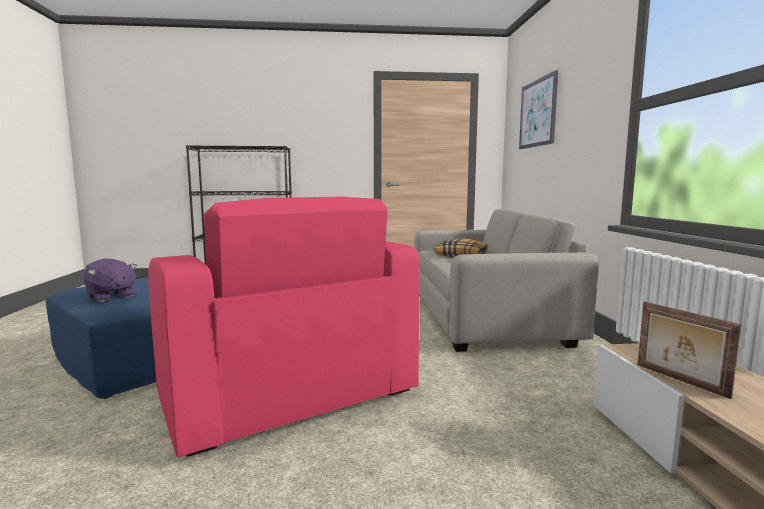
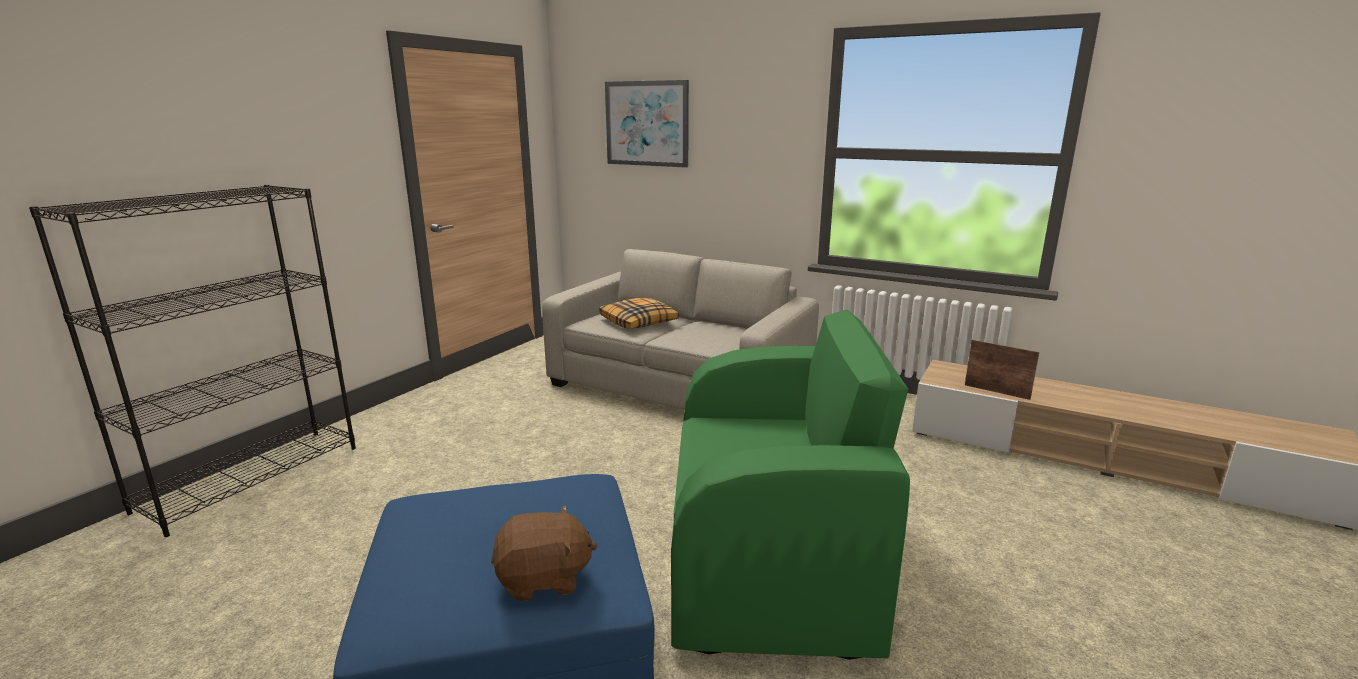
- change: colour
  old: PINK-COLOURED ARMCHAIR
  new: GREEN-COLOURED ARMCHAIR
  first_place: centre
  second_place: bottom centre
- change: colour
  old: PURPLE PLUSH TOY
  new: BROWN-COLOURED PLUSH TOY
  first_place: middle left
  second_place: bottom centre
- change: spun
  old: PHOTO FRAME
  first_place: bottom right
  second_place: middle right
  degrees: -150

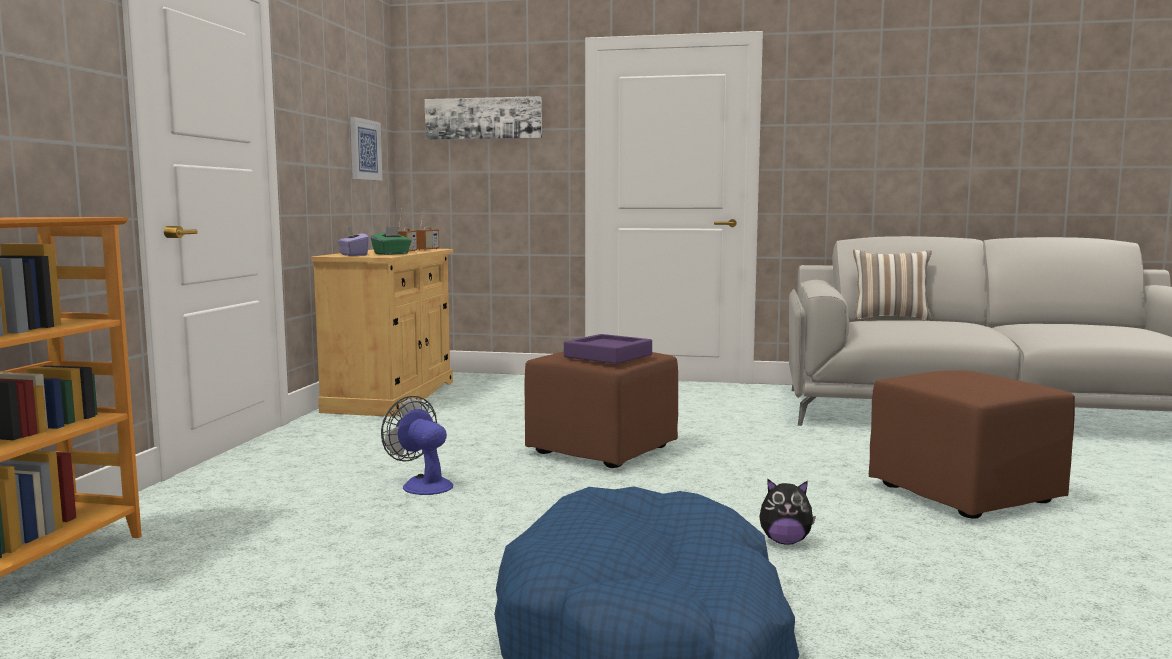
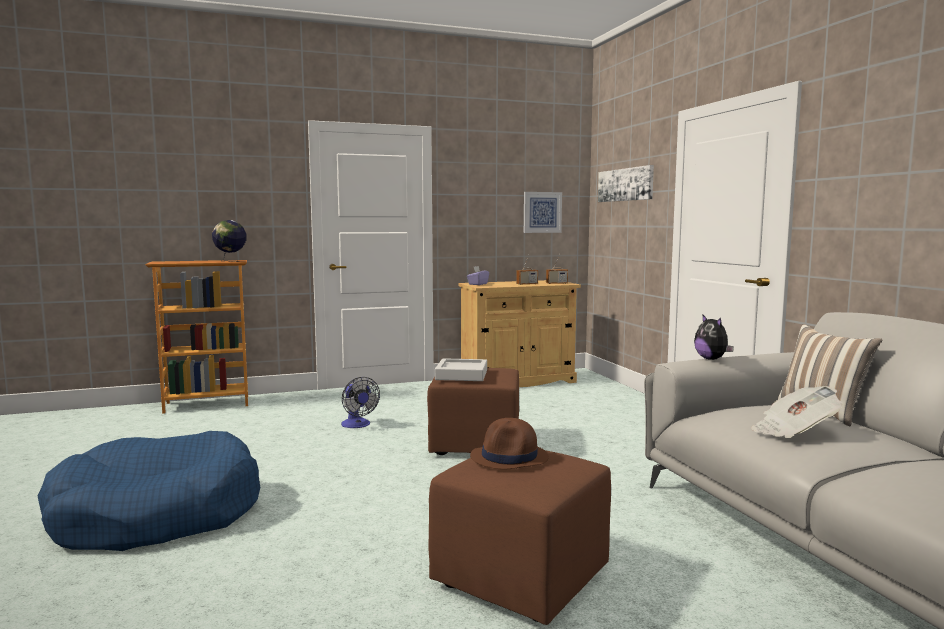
- change: missing
  old: GREEN-COLOURED TISSUE BOX
  first_place: centre
- change: colour
  old: PURPLE CARRYING TRAY
  new: GRAY CARRYING TRAY
  first_place: centre
  second_place: centre
- change: spun
  old: FAN
  first_place: bottom centre
  second_place: centre
  degrees: 135
- change: relocated
  old: PLUSH TOY
  first_place: bottom right
  second_place: middle right
- change: appeared
  new: WORLD GLOBE
  second_place: middle left
- change: appeared
  new: DAILY PAPER
  second_place: middle right
- change: appeared
  new: BROWN-COLOURED CLOTHING HAT
  second_place: bottom centre

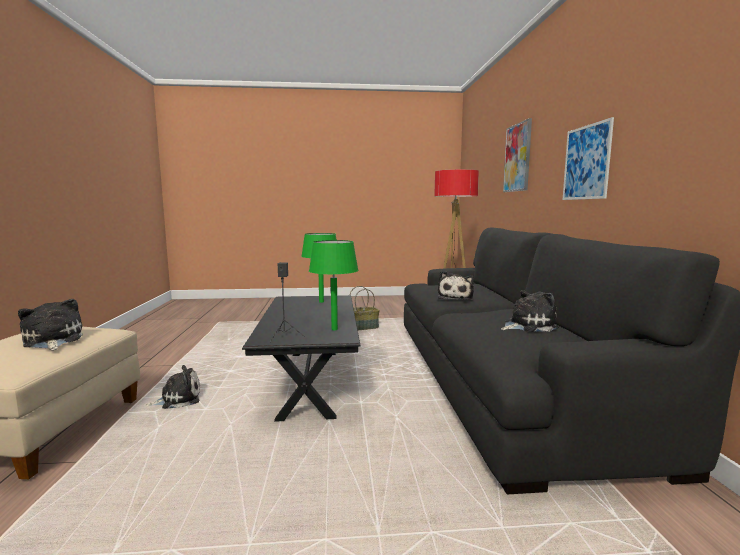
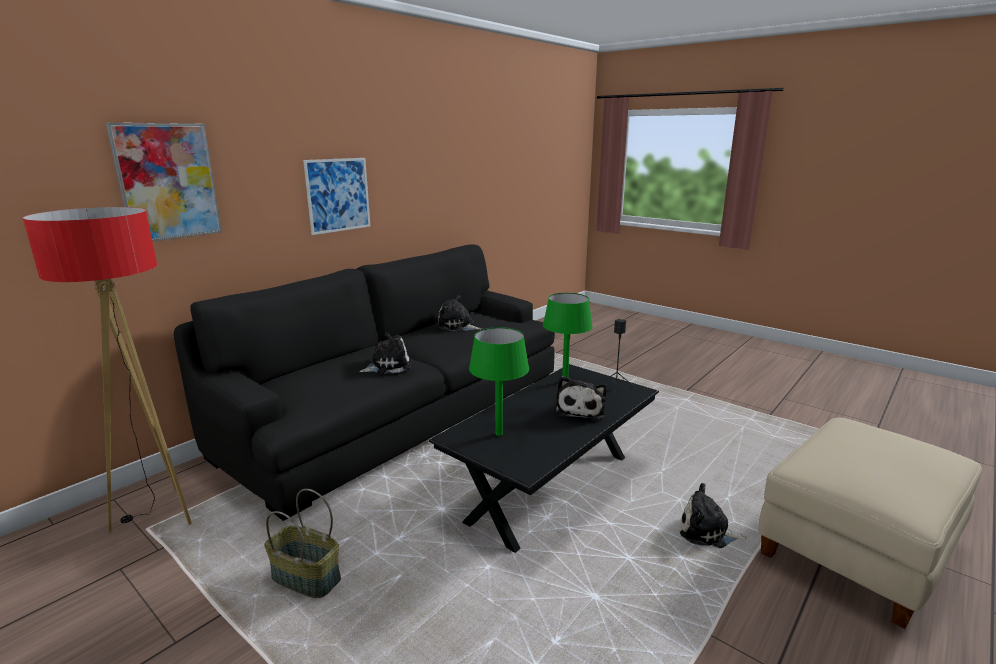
- change: relocated
  old: PLUSH TOY (no. 1 from left in the first image)
  new: PLUSH TOY (no. 3 from left)
  first_place: middle left
  second_place: centre

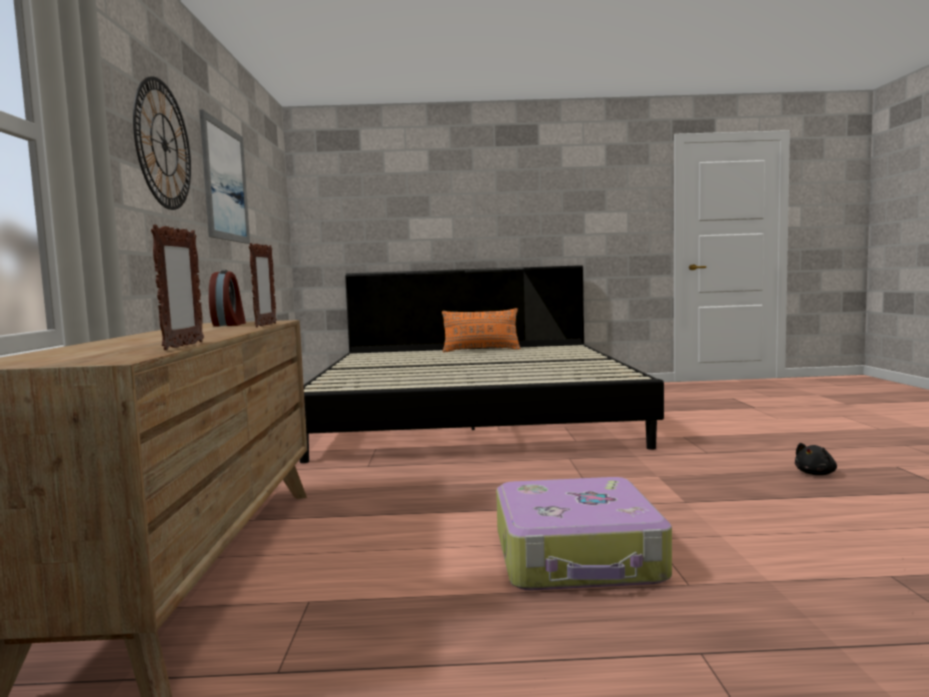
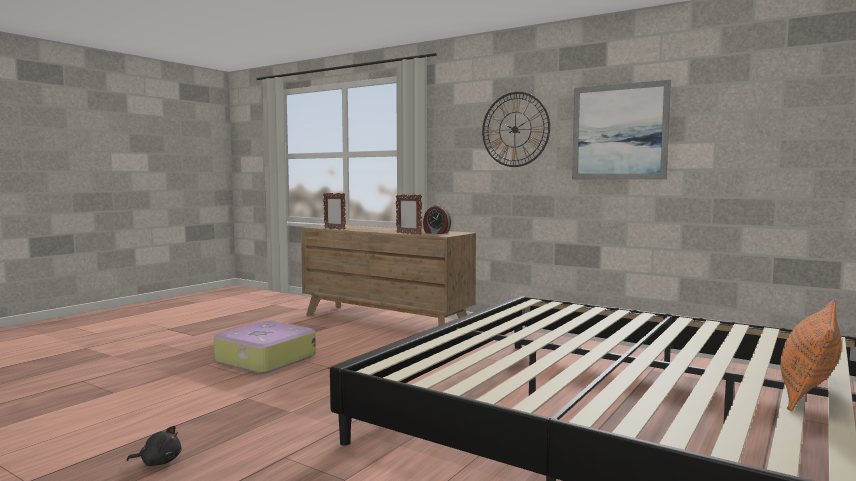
- change: spun
  old: BLACK PLUSH TOY
  first_place: middle right
  second_place: bottom left
  degrees: 90

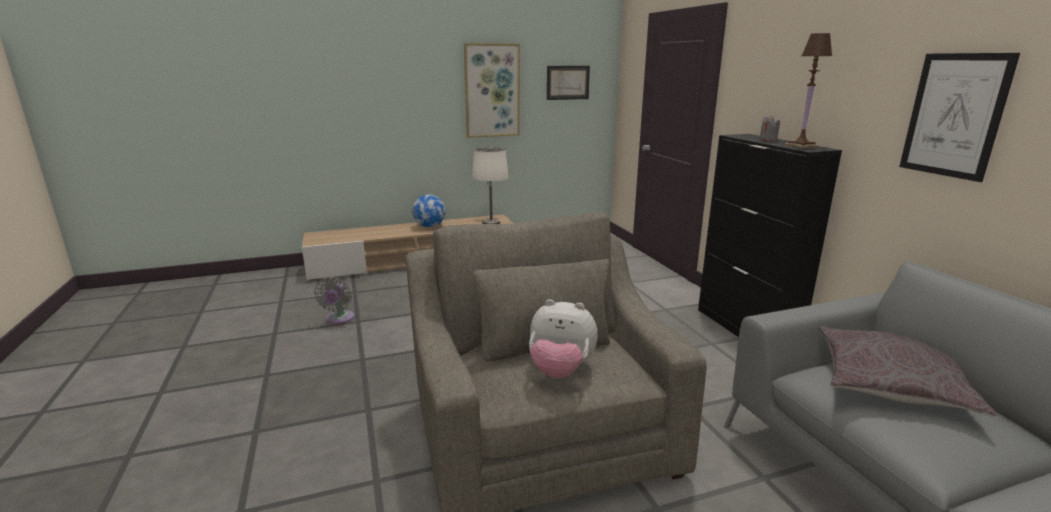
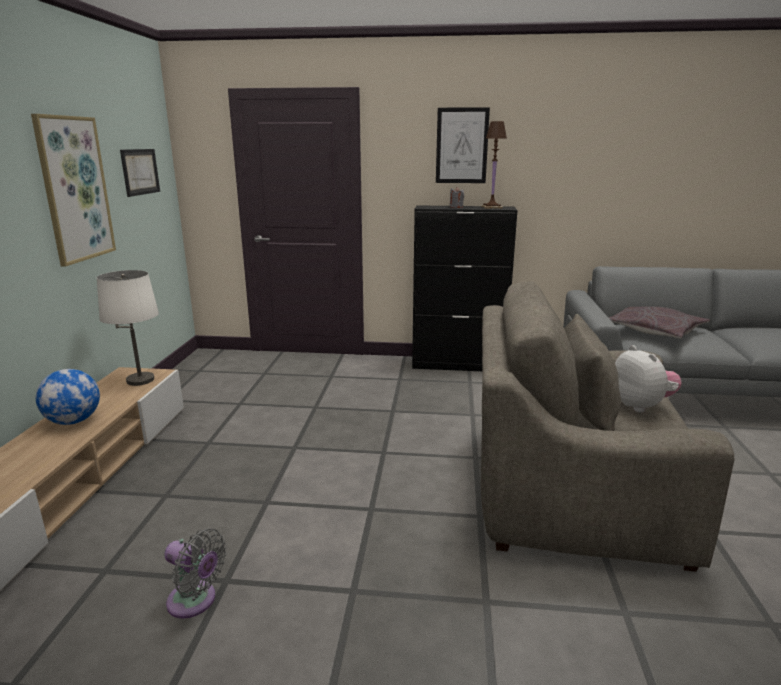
- change: relocated
  old: WALL PICTURE (no. 3 from left)
  first_place: top right
  second_place: top centre
- change: spun
  old: PLUSH TOY
  first_place: centre
  second_place: middle right
  degrees: -60

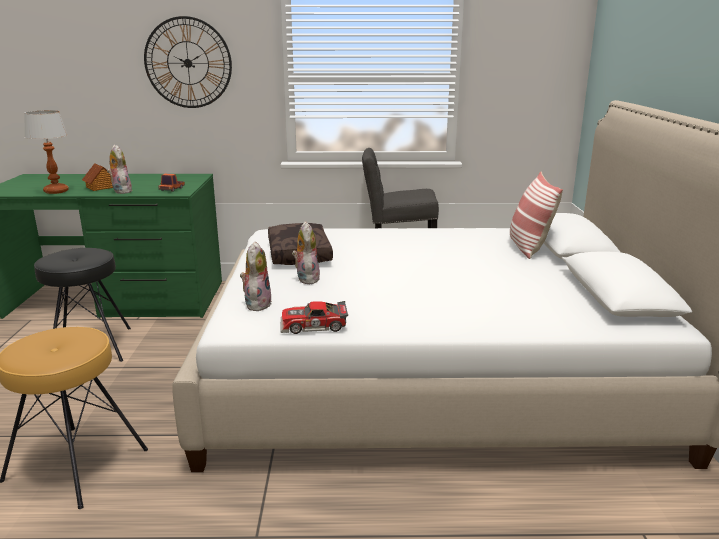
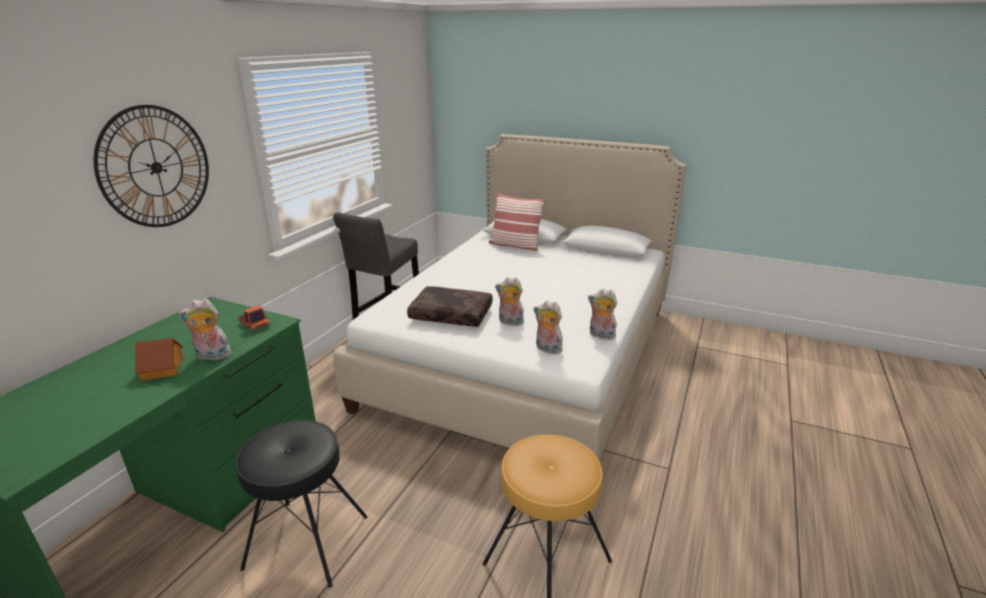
- change: missing
  old: LAMP FOR A TABLE
  first_place: top left
- change: exchanged
  old: TOY CAR
  new: PLUSH TOY (no. 4 from left)
  first_place: centre
  second_place: centre

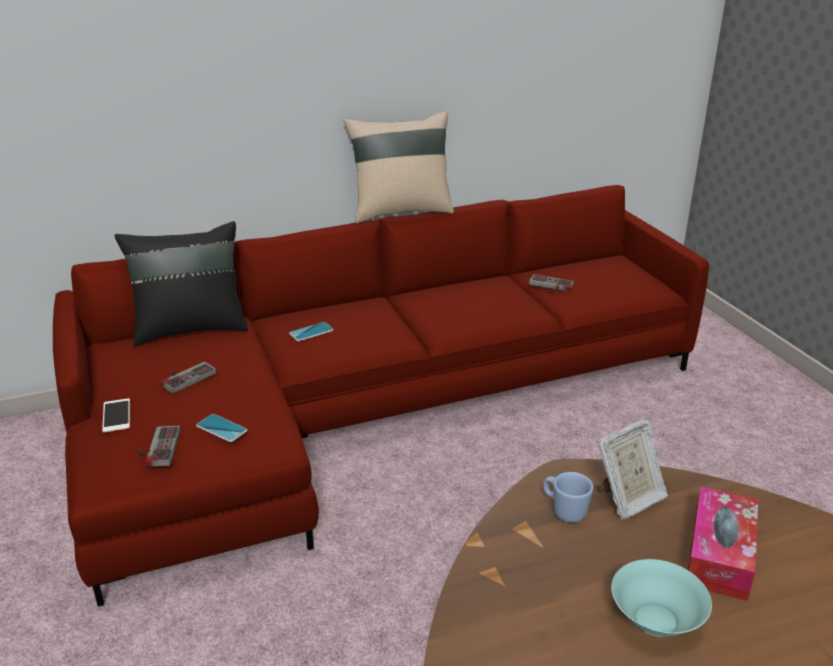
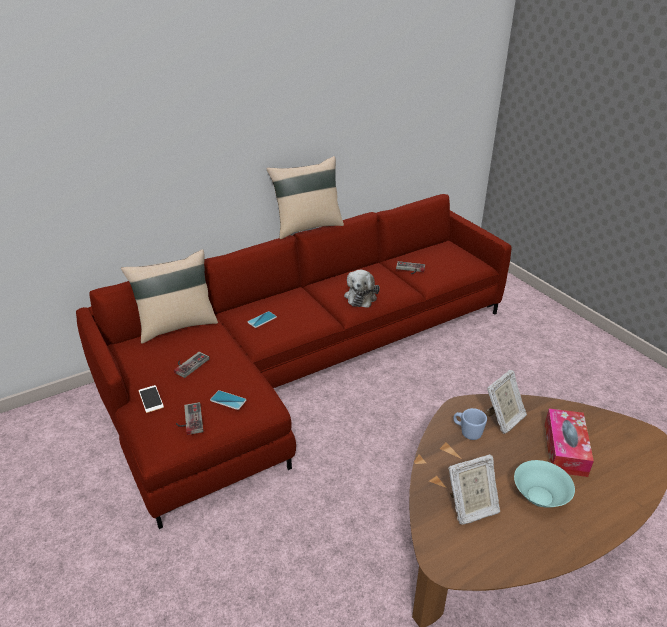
- change: colour
  old: BLACK CUSHION
  new: SAND-COLOURED CUSHION (no. 1 from left)
  first_place: middle left
  second_place: middle left
- change: appeared
  new: PLUSH TOY
  second_place: centre
- change: appeared
  new: PHOTO FRAME (no. 1 from left)
  second_place: bottom right

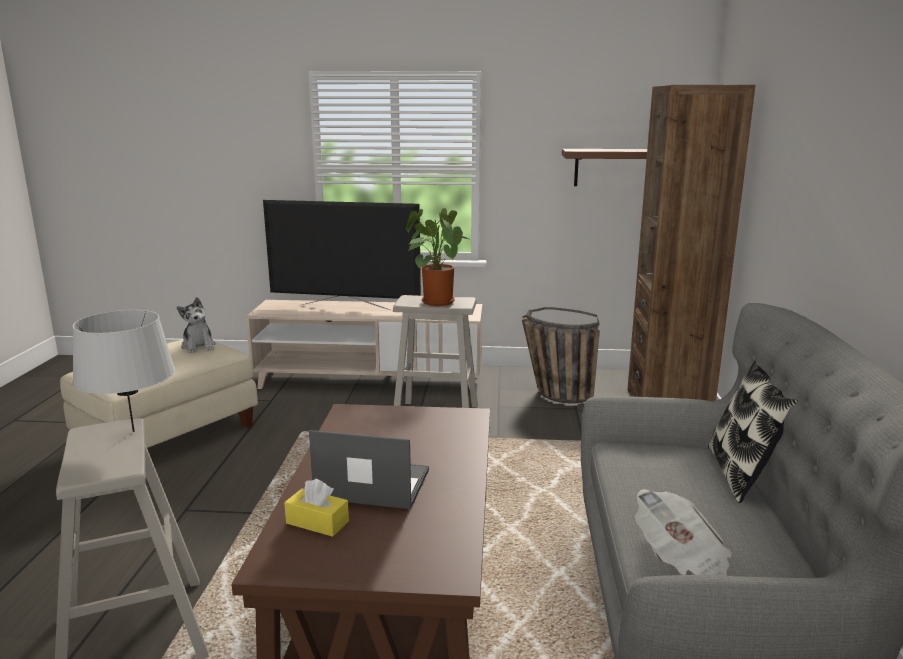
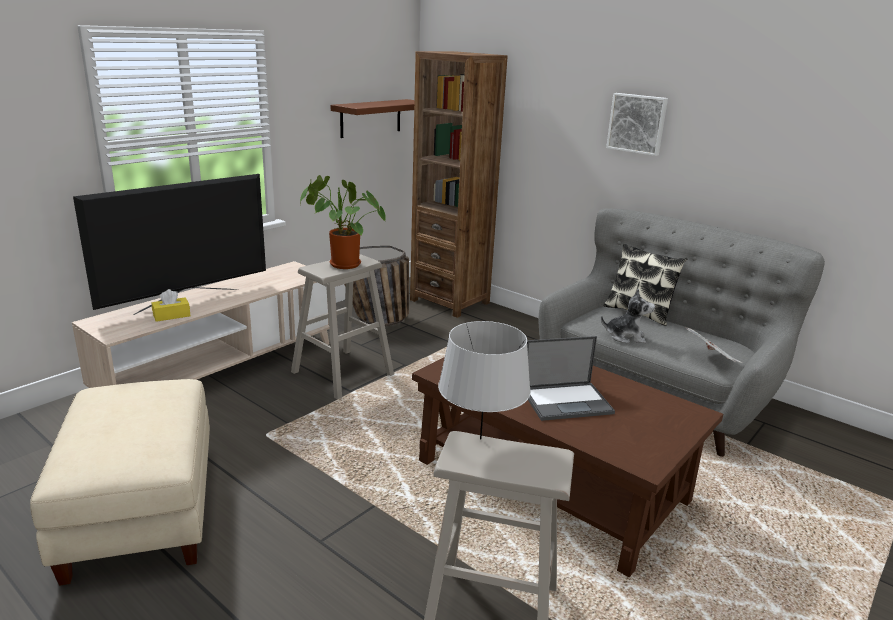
- change: relocated
  old: PLUSH TOY
  first_place: middle left
  second_place: middle right
- change: spun
  old: NOTEBOOK COMPUTER
  first_place: bottom centre
  second_place: centre
  degrees: -150
- change: relocated
  old: YELLOW-COLOURED TISSUE BOX
  first_place: bottom centre
  second_place: middle left
- change: appeared
  new: WALL PICTURE
  second_place: top right

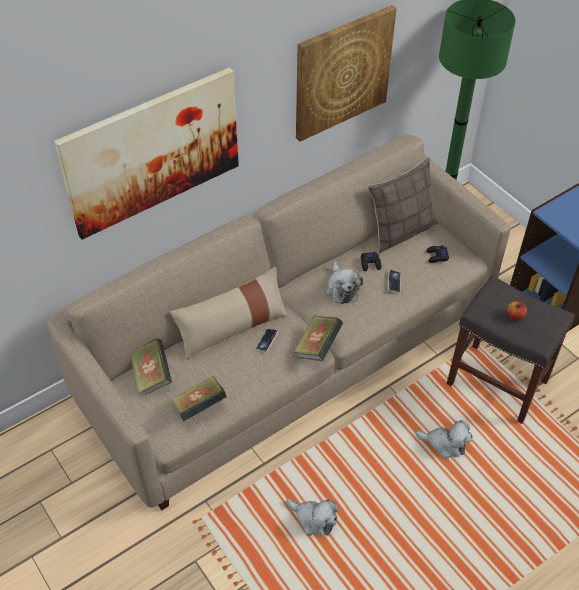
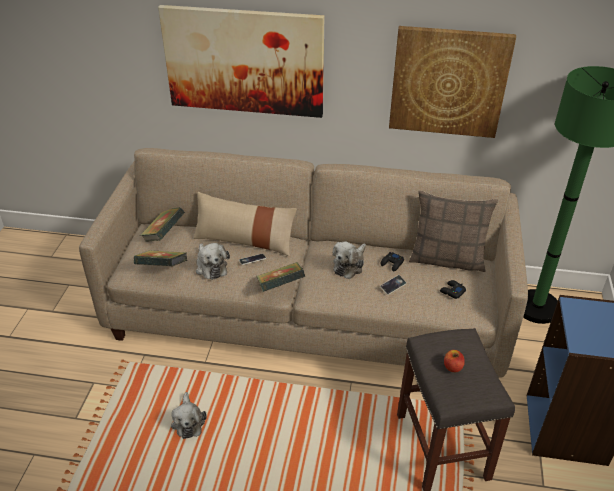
- change: relocated
  old: PLUSH TOY (no. 3 from left in the first image)
  new: PLUSH TOY (no. 2 from left)
  first_place: bottom right
  second_place: centre

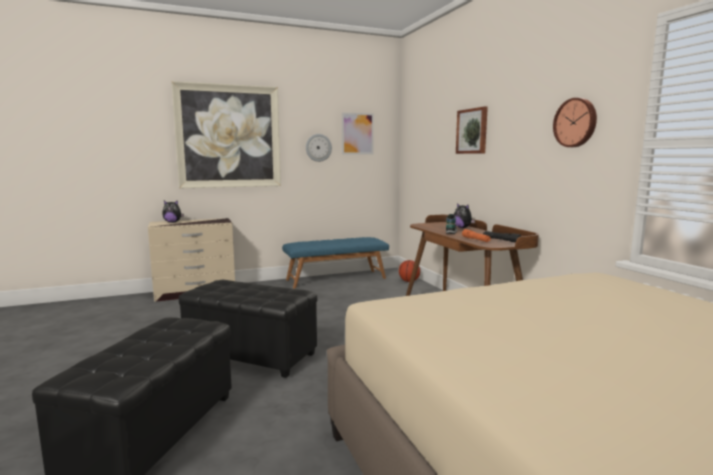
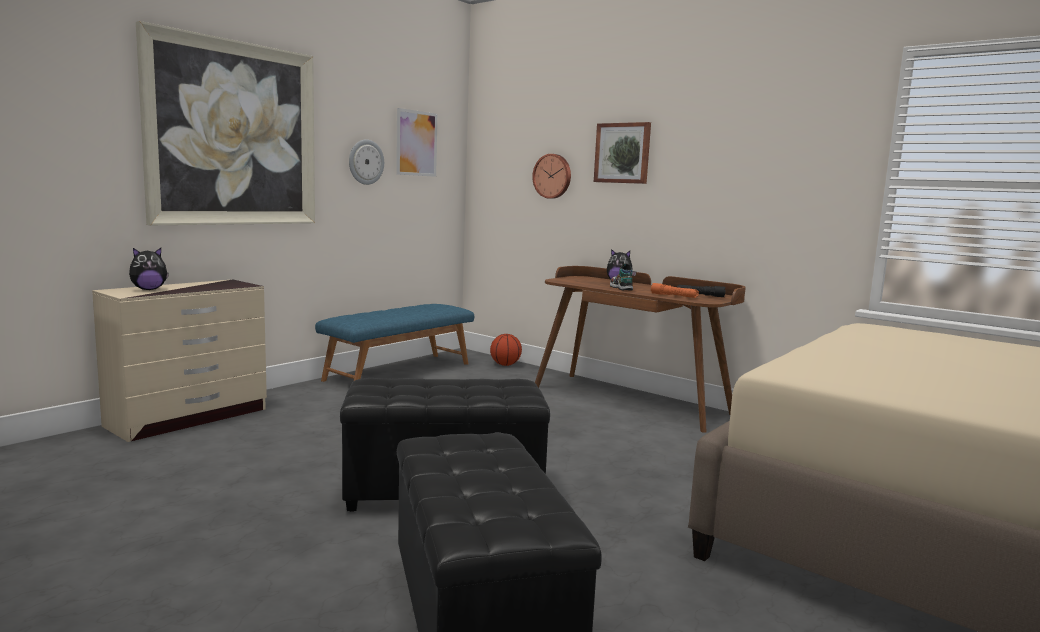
- change: relocated
  old: WALL CLOCK (no. 2 from left)
  first_place: top right
  second_place: top centre

